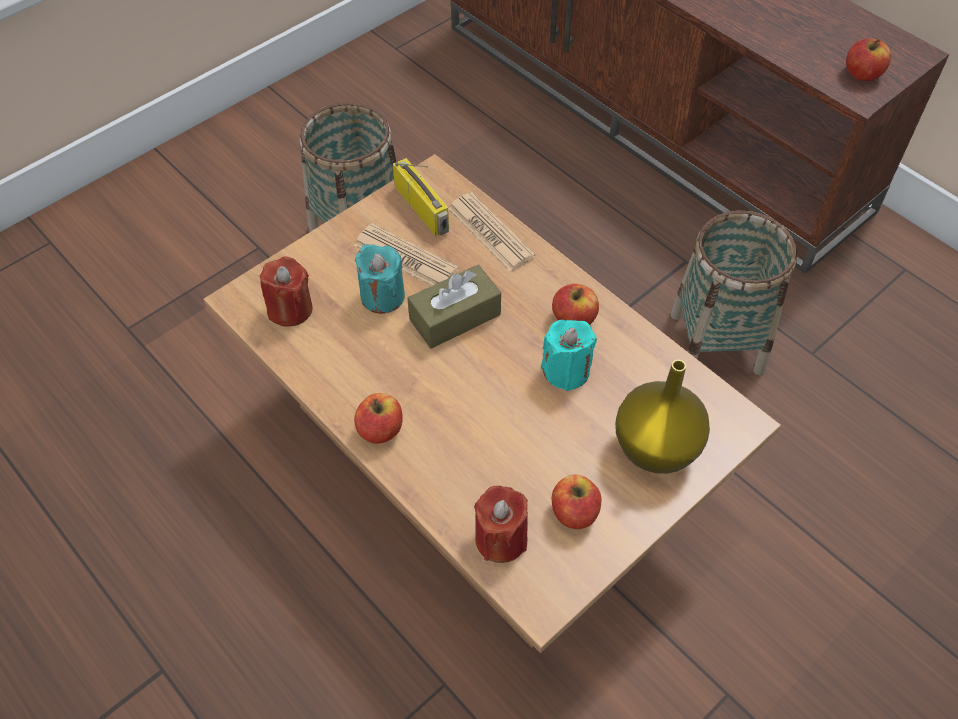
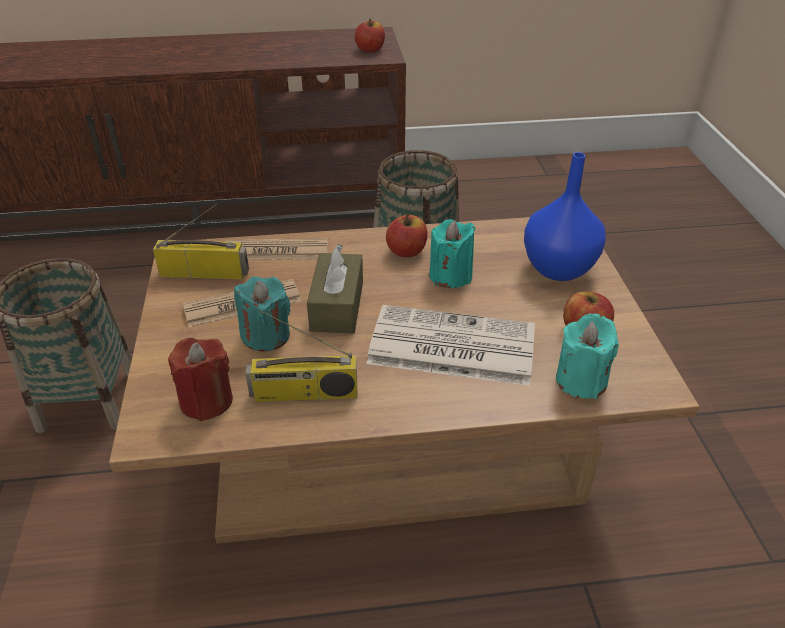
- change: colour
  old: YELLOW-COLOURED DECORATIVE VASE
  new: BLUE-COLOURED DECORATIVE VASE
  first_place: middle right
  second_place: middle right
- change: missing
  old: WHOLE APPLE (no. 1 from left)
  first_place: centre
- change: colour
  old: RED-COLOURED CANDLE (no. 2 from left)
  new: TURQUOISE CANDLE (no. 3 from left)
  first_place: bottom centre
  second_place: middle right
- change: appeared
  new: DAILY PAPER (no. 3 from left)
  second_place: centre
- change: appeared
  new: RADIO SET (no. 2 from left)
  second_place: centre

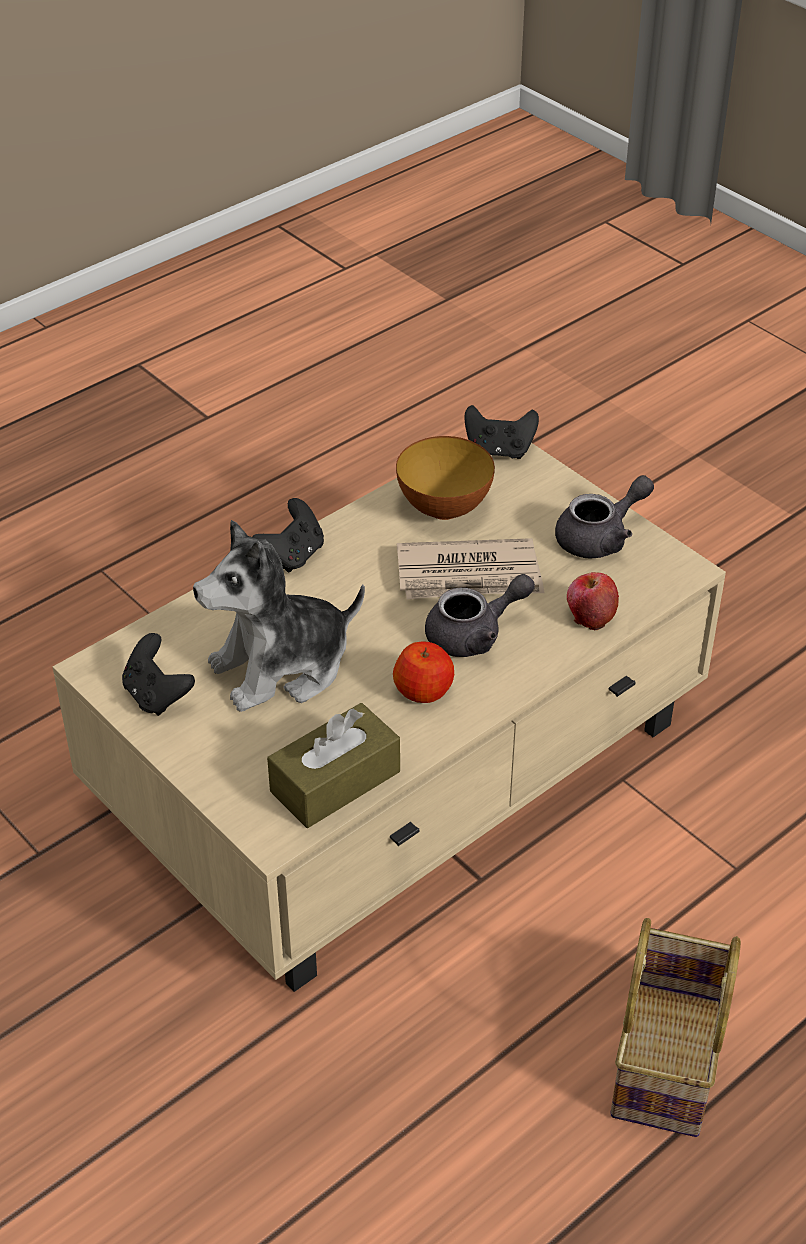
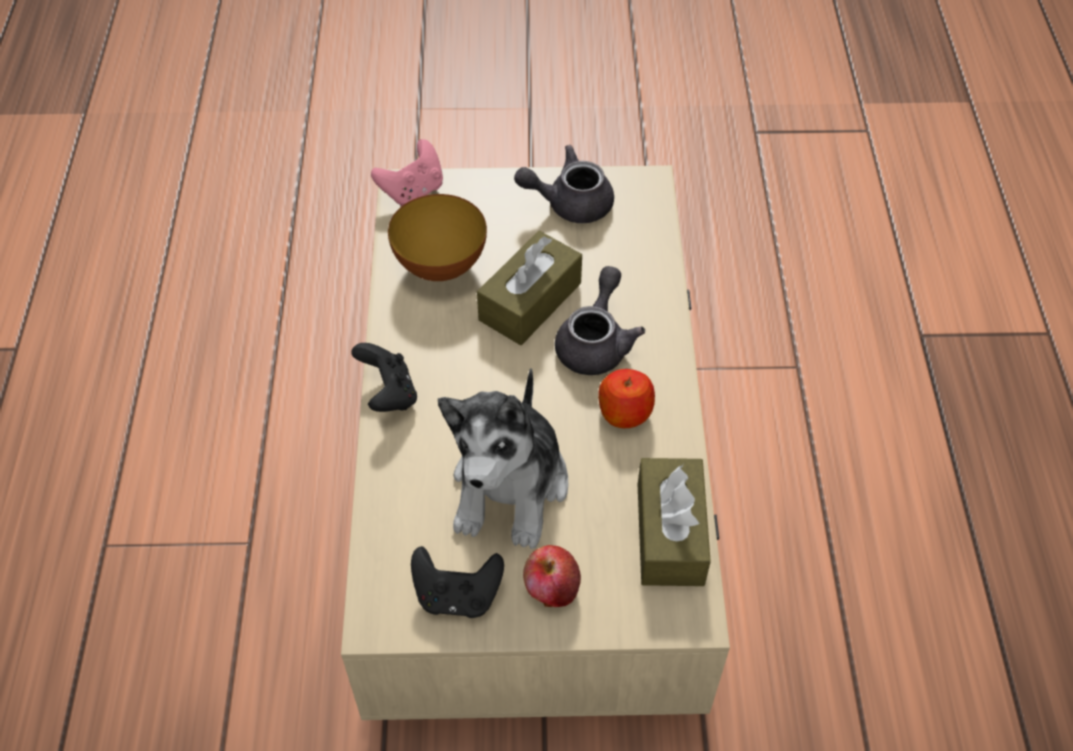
- change: colour
  old: BLACK GAMEPAD (no. 3 from left)
  new: PINK-COLOURED GAMEPAD
  first_place: centre
  second_place: top centre
- change: spun
  old: GRAY POT FOR TEA (no. 2 from left in the first image)
  first_place: middle right
  second_place: top centre
  degrees: -105
- change: exchanged
  old: DAILY PAPER
  new: BROWN-COLOURED TISSUE BOX (no. 1 from left)
  first_place: centre
  second_place: centre
- change: relocated
  old: WHOLE APPLE (no. 2 from left in the first image)
  new: WHOLE APPLE (no. 1 from left)
  first_place: middle right
  second_place: bottom centre
- change: missing
  old: BASKET
  first_place: bottom right

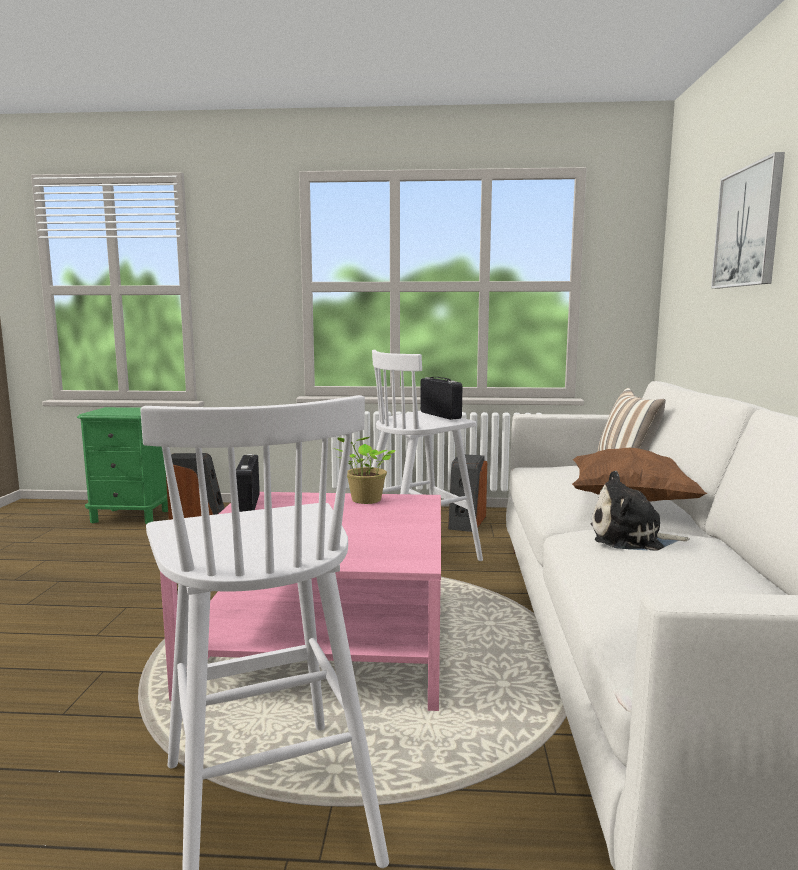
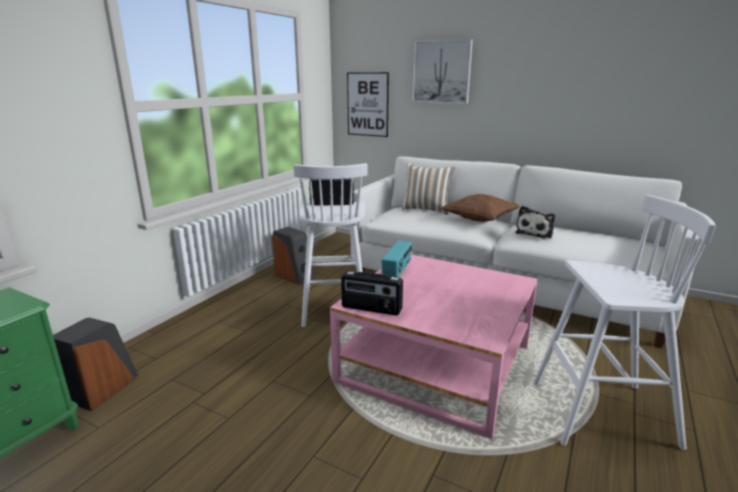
- change: exchanged
  old: POTTED PLANT
  new: RADIO SET (no. 3 from left)
  first_place: centre
  second_place: centre
- change: appeared
  new: WALL PICTURE (no. 1 from left)
  second_place: top centre

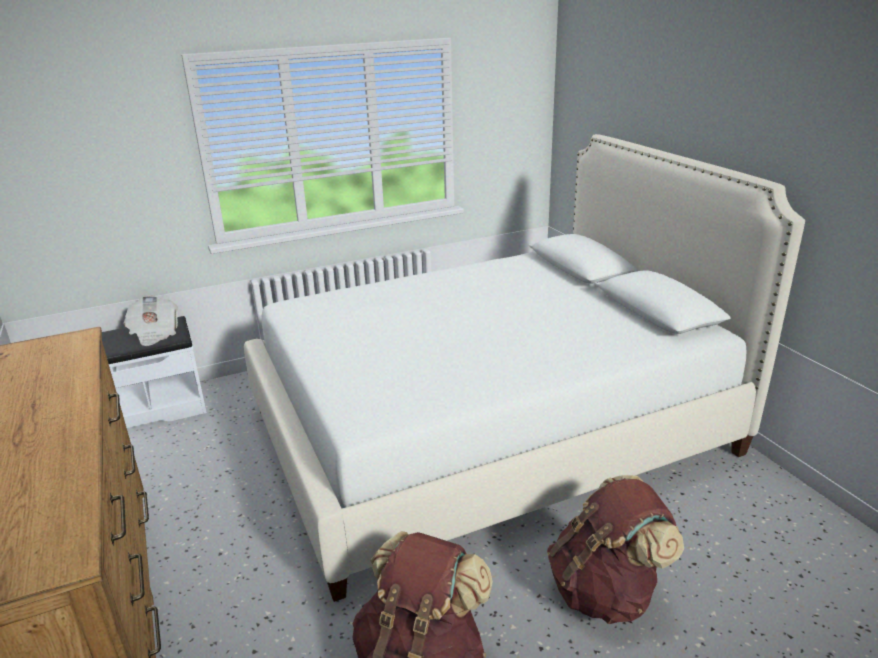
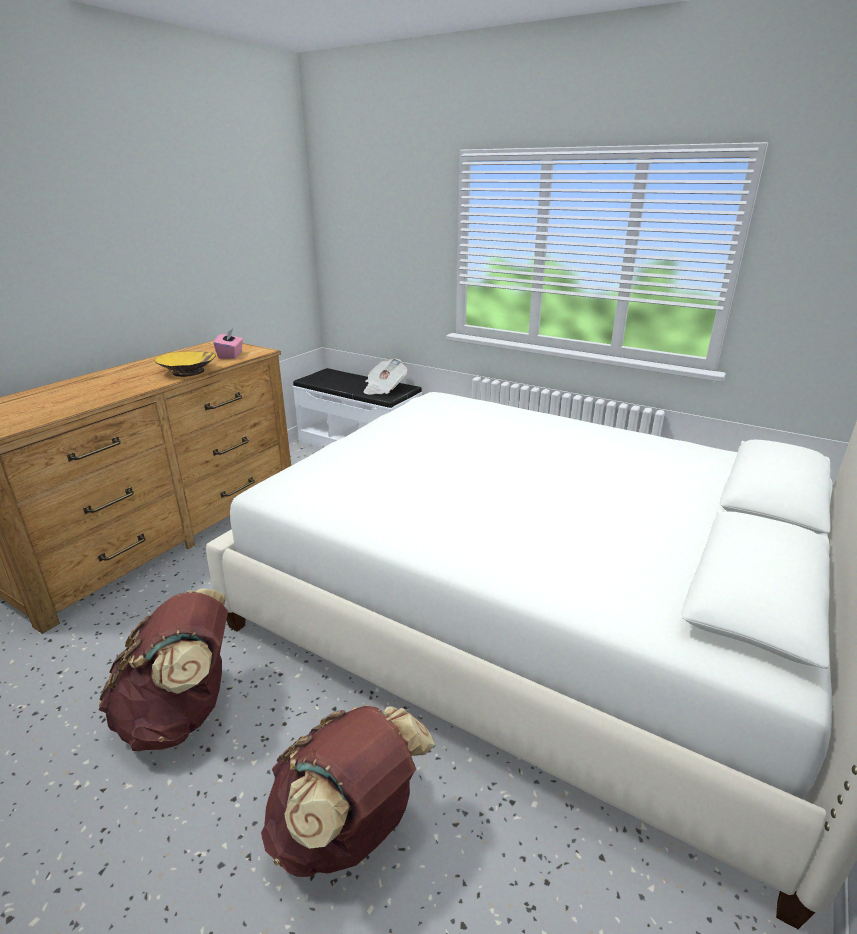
- change: appeared
  new: PINK-COLOURED TISSUE BOX
  second_place: middle left
- change: appeared
  new: YELLOW-COLOURED BOWL
  second_place: middle left

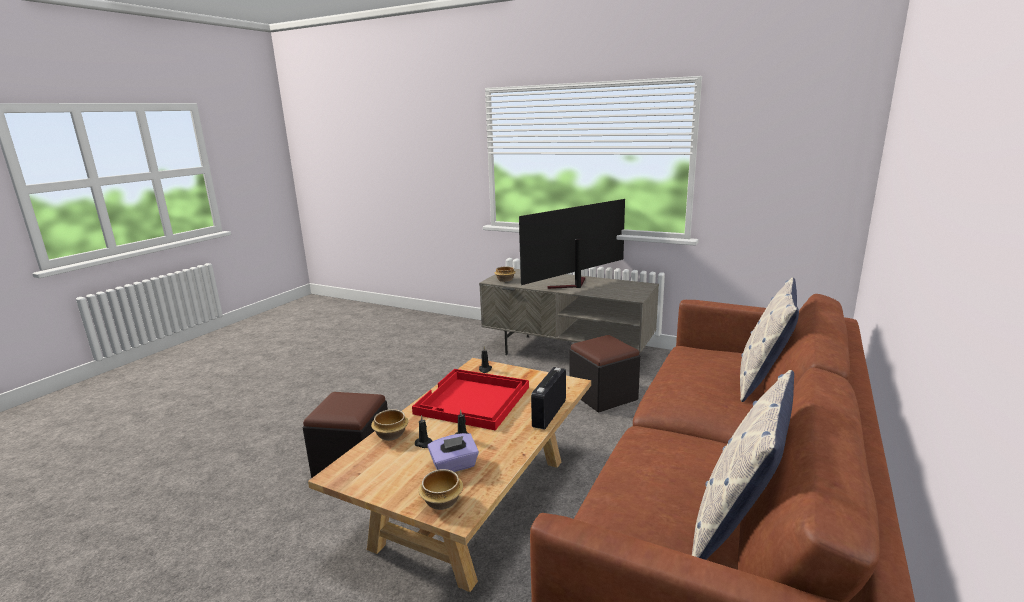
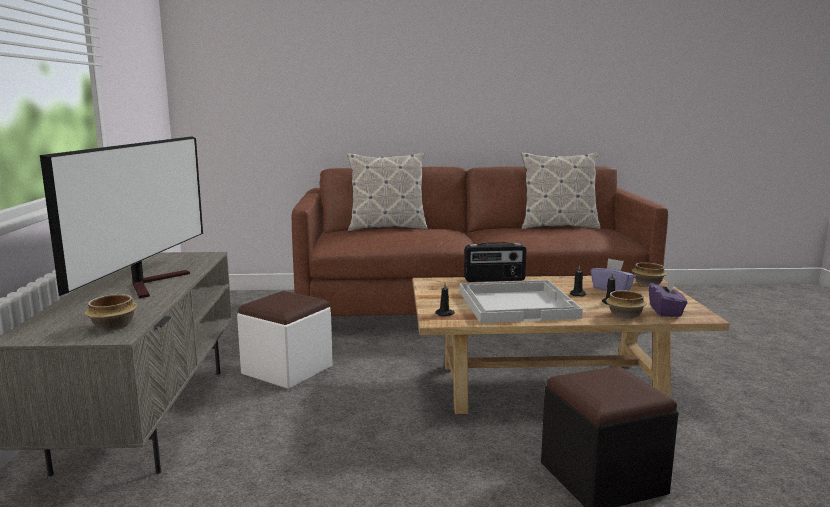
- change: spun
  old: TV SET
  first_place: centre
  second_place: middle left
  degrees: -105
- change: colour
  old: BLACK OTTOMAN (no. 2 from left)
  new: WHITISH OTTOMAN
  first_place: centre
  second_place: bottom centre
- change: colour
  old: RED-COLOURED CARRYING TRAY
  new: WHITISH CARRYING TRAY
  first_place: centre
  second_place: centre
- change: appeared
  new: PURPLE TISSUE BOX (no. 2 from left)
  second_place: middle right

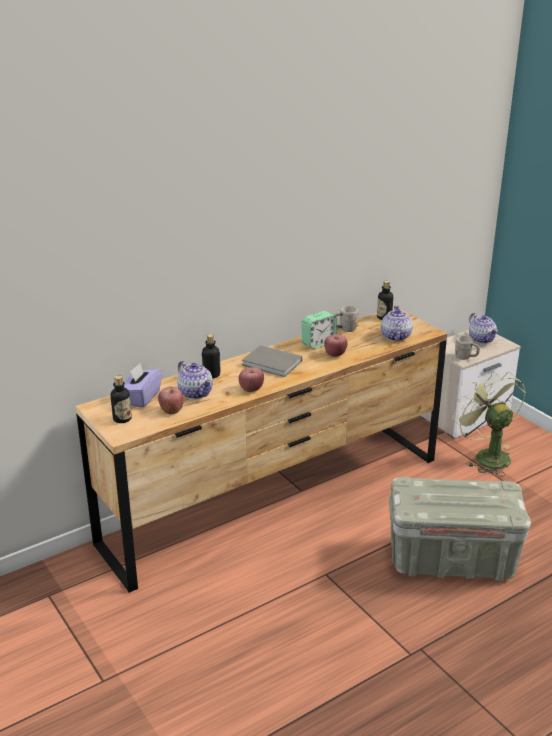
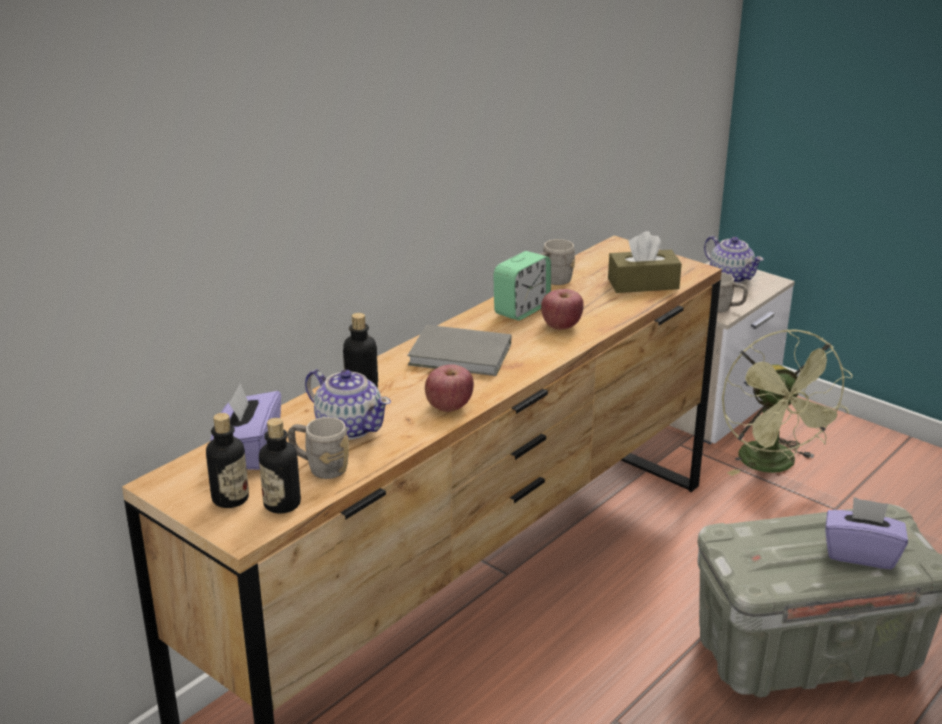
- change: relocated
  old: BOTTLE (no. 3 from left in the first image)
  new: BOTTLE (no. 2 from left)
  first_place: middle right
  second_place: middle left
- change: exchanged
  old: POT FOR TEA (no. 2 from left)
  new: BROWN-COLOURED TISSUE BOX
  first_place: middle right
  second_place: middle right
- change: spun
  old: GREEN-COLOURED FAN
  first_place: middle right
  second_place: middle right
  degrees: -150
- change: exchanged
  old: WHOLE APPLE (no. 1 from left)
  new: GRAY MUG (no. 1 from left)
  first_place: middle left
  second_place: centre
- change: appeared
  new: PURPLE TISSUE BOX (no. 2 from left)
  second_place: bottom right

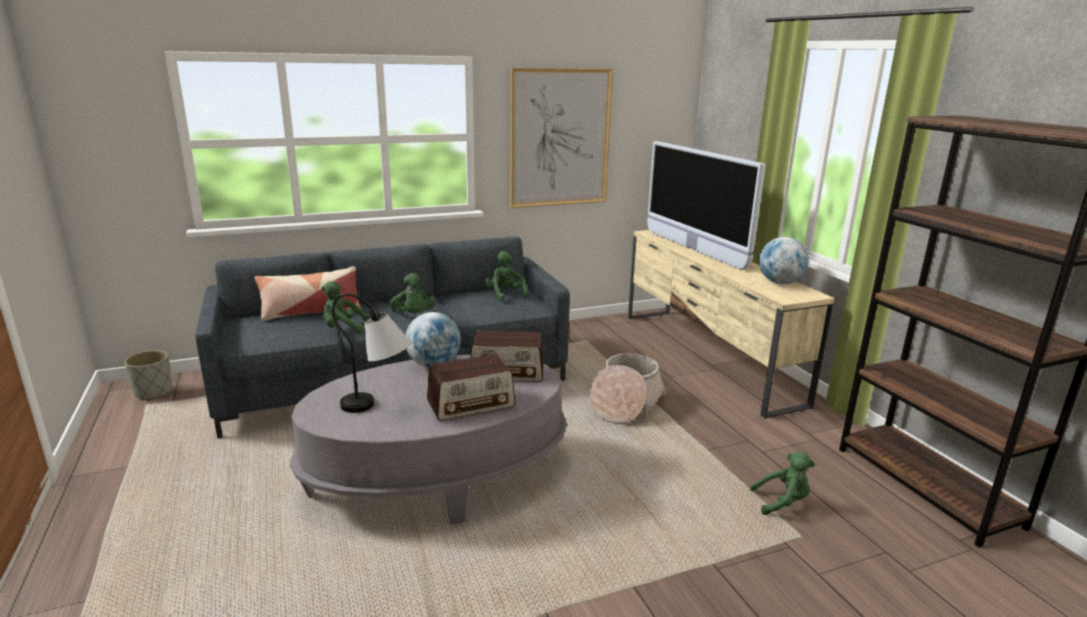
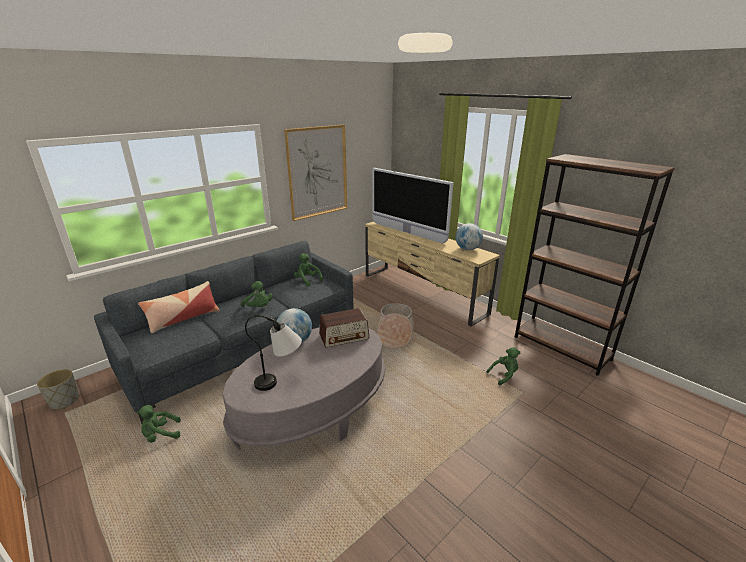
- change: relocated
  old: GREEN-COLOURED PLUSH TOY (no. 1 from left)
  first_place: middle left
  second_place: bottom left
- change: missing
  old: RADIO SET (no. 1 from left)
  first_place: centre

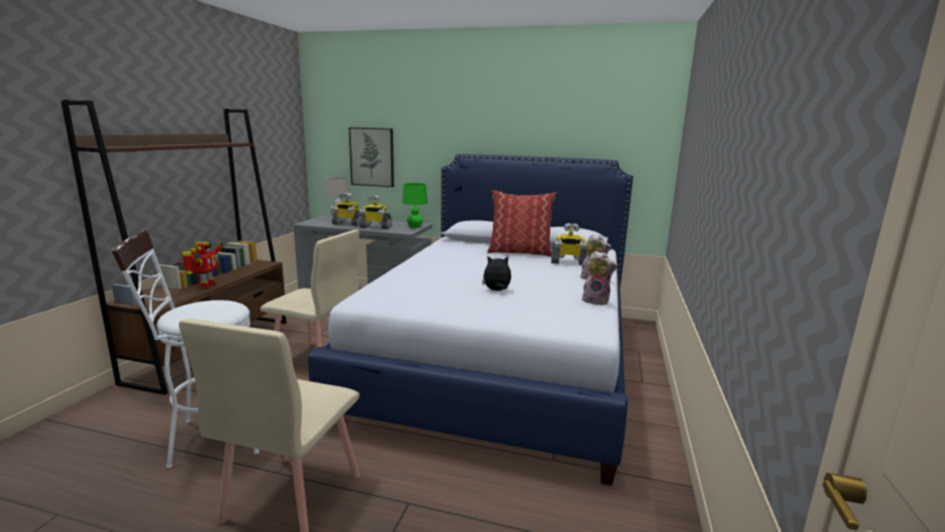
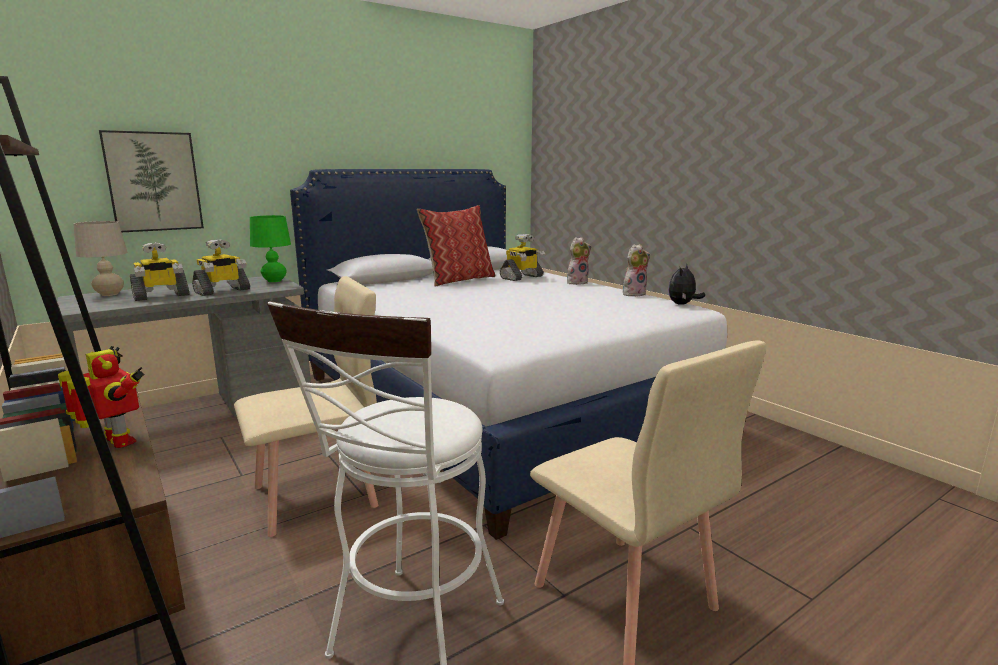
- change: relocated
  old: PLUSH TOY (no. 1 from left in the first image)
  new: PLUSH TOY (no. 3 from left)
  first_place: centre
  second_place: middle right

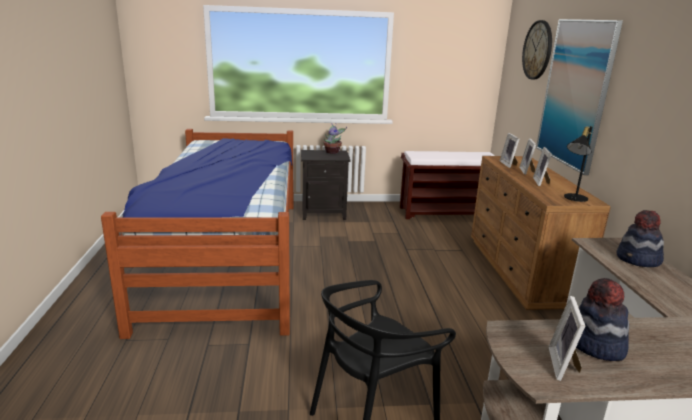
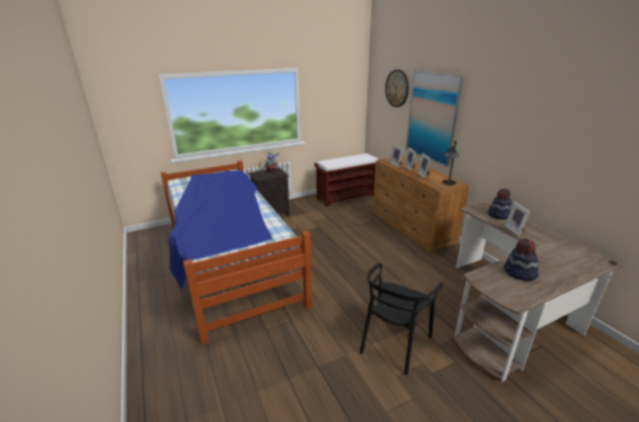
- change: relocated
  old: PHOTO FRAME (no. 4 from left)
  first_place: bottom right
  second_place: middle right

